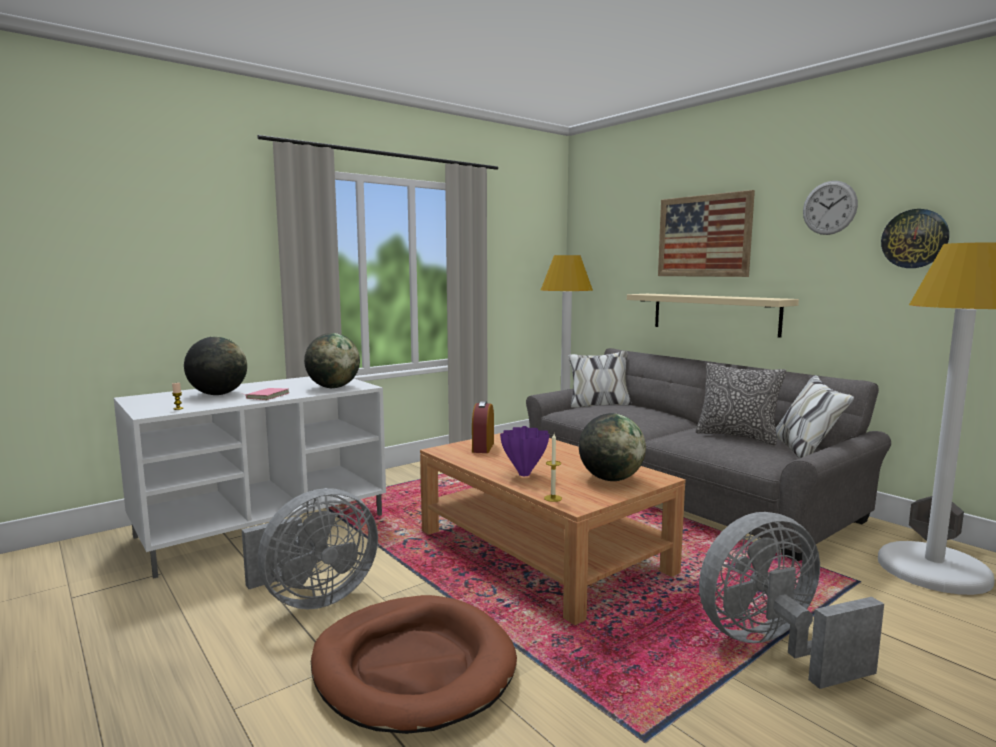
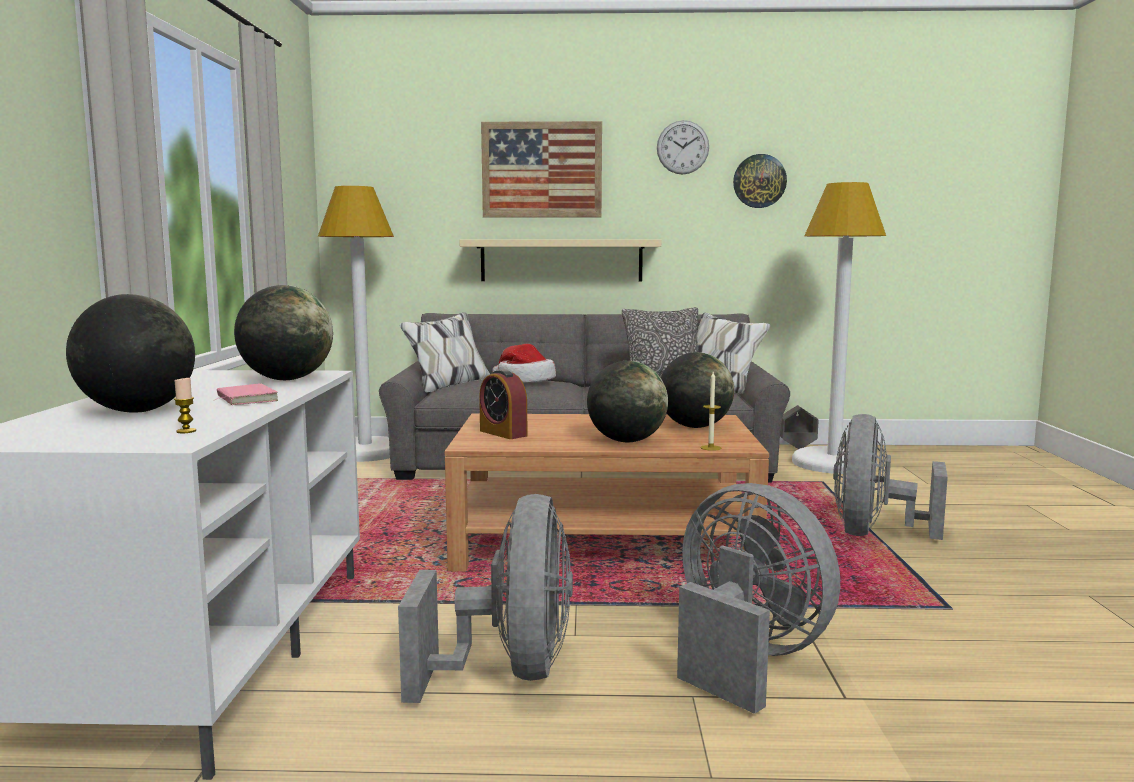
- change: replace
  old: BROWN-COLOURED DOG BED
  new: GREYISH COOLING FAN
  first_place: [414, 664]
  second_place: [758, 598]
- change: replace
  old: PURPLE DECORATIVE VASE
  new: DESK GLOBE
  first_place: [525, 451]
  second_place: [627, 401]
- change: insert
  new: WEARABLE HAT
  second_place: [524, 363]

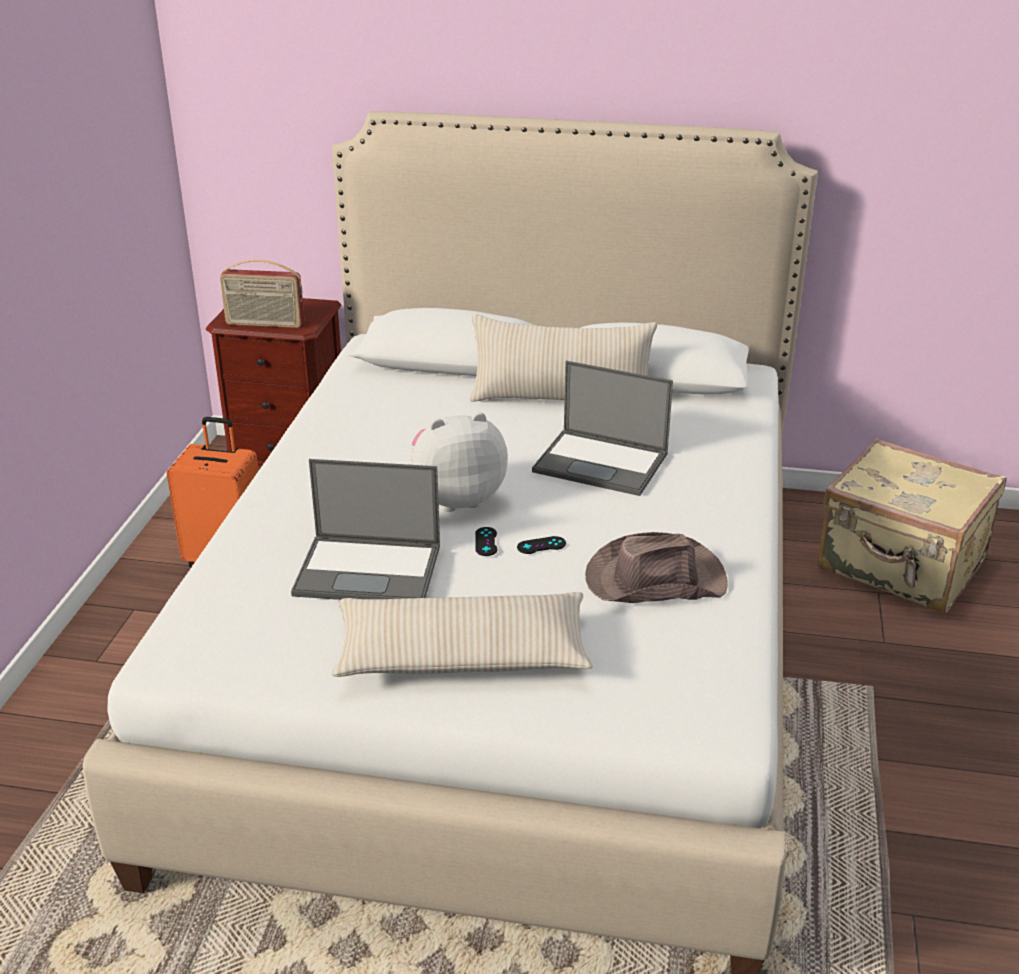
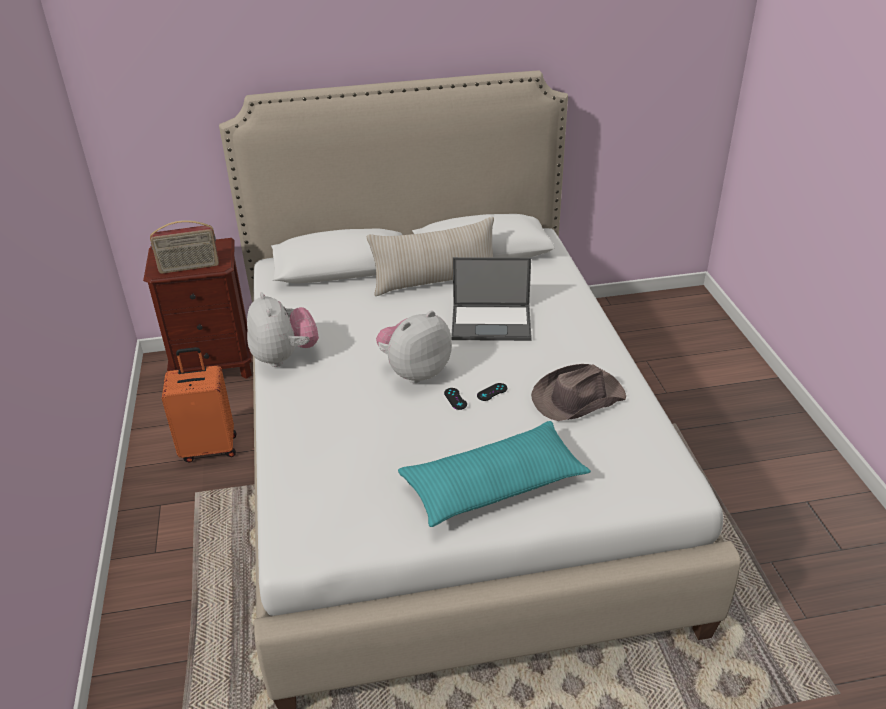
- change: delete
  old: NOTEBOOK COMPUTER
  first_place: [365, 529]
- change: recolor
  old: SAND-COLOURED CUSHION
  new: BLUE-GREEN CUSHION
  first_place: [462, 634]
  second_place: [494, 474]
- change: delete
  old: SAND-COLOURED TRAVEL CASE
  first_place: [911, 525]
- change: insert
  new: CUDDLY TOY
  second_place: [283, 329]

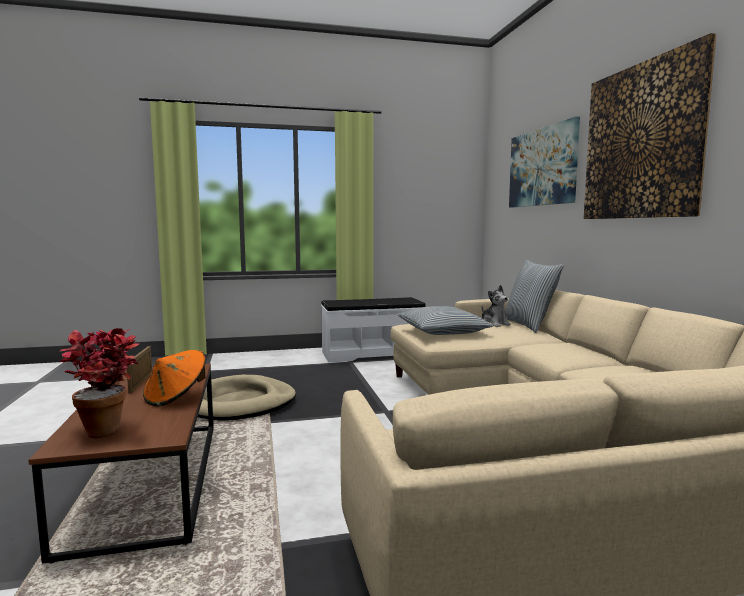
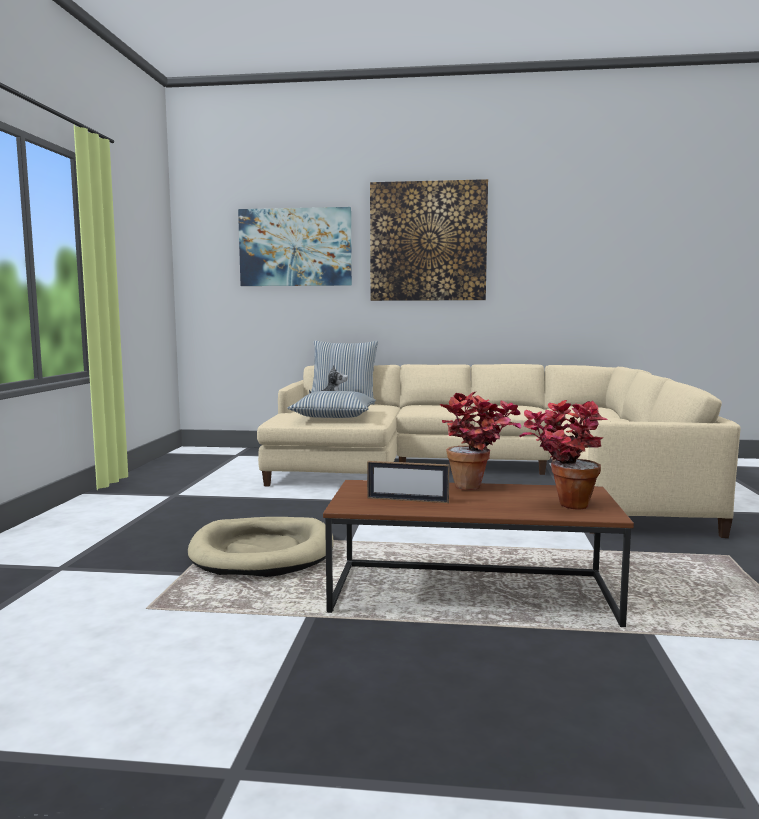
- change: replace
  old: ORANGE-COLOURED WEARABLE HAT
  new: POTTED PLANT
  first_place: [174, 378]
  second_place: [480, 441]
- change: delete
  old: WHITISH BENCH
  first_place: [373, 330]

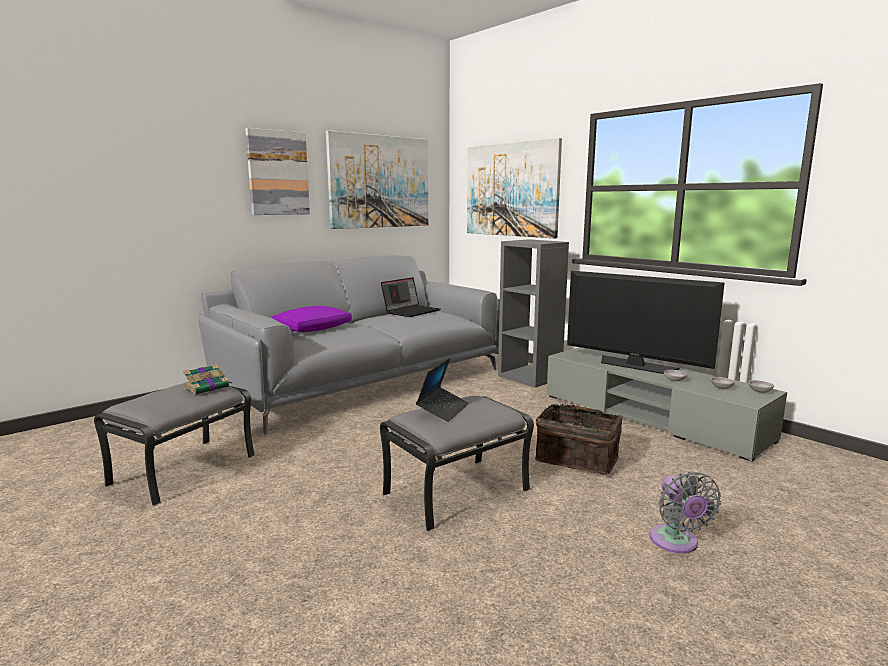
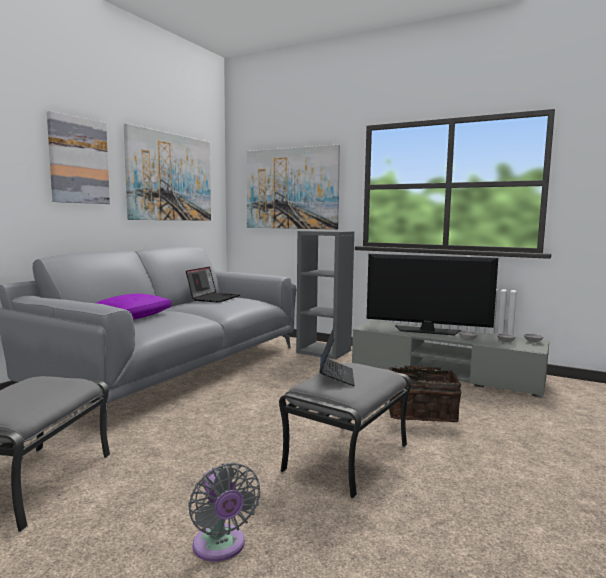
- change: delete
  old: BOUND BOOK
  first_place: [208, 379]
- change: move
  old: GREYISH COOLING FAN
  first_place: [685, 513]
  second_place: [224, 512]

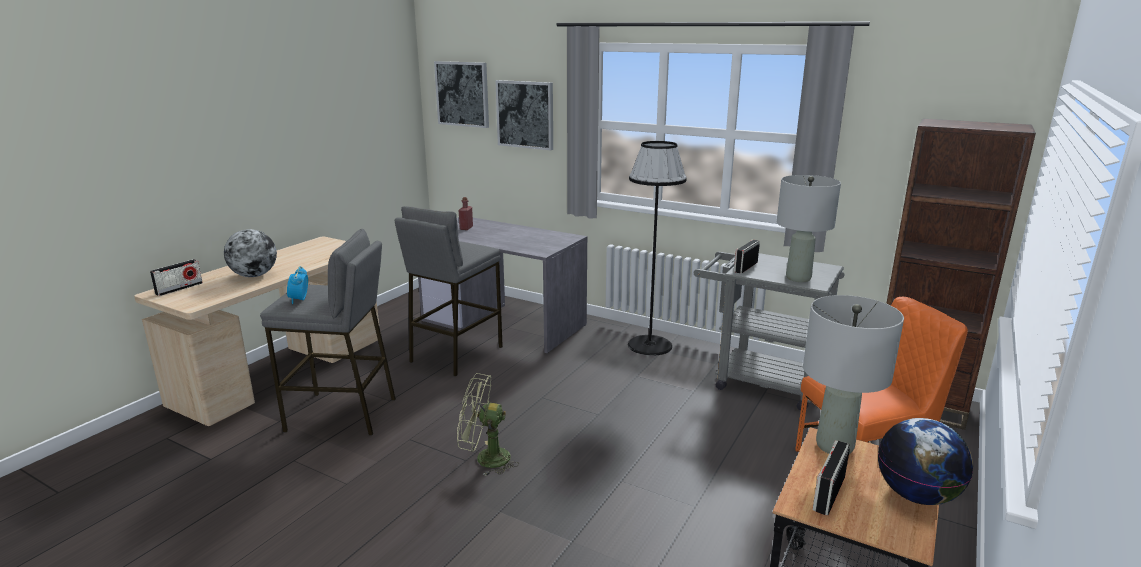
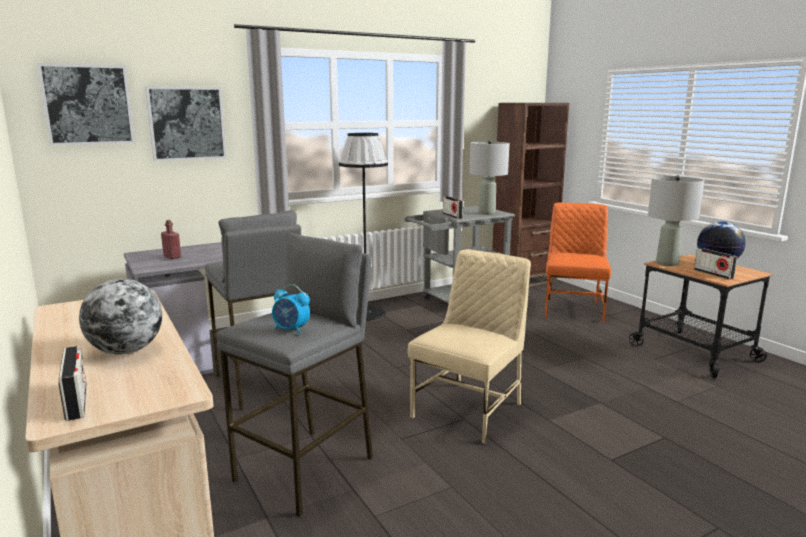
- change: replace
  old: GREEN-COLOURED COOLING FAN
  new: SAND-COLOURED UPRIGHT CHAIR
  first_place: [488, 424]
  second_place: [469, 346]

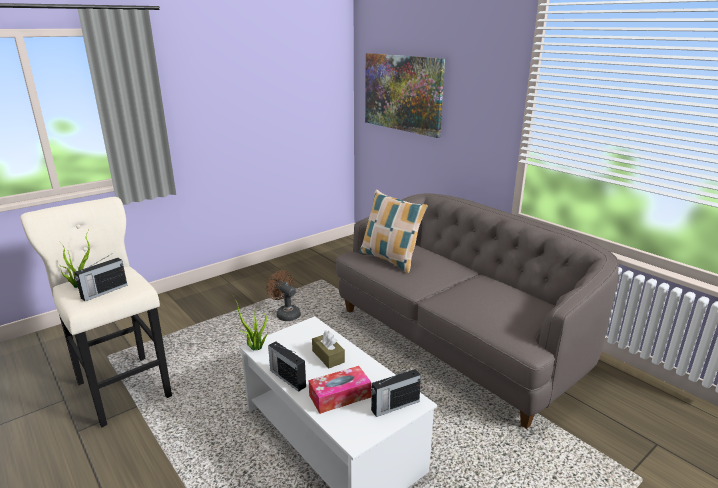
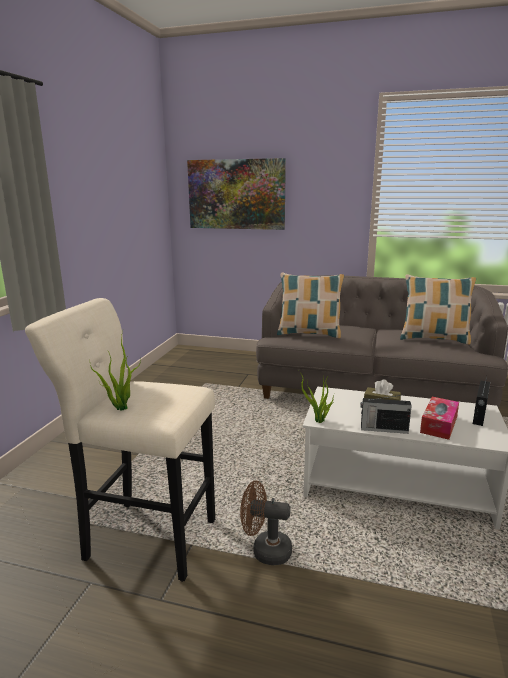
- change: delete
  old: RADIO RECEIVER
  first_place: [101, 277]
- change: move
  old: BROWN-COLOURED COOLING FAN
  first_place: [283, 295]
  second_place: [266, 523]
- change: insert
  new: CUSHION
  second_place: [438, 309]

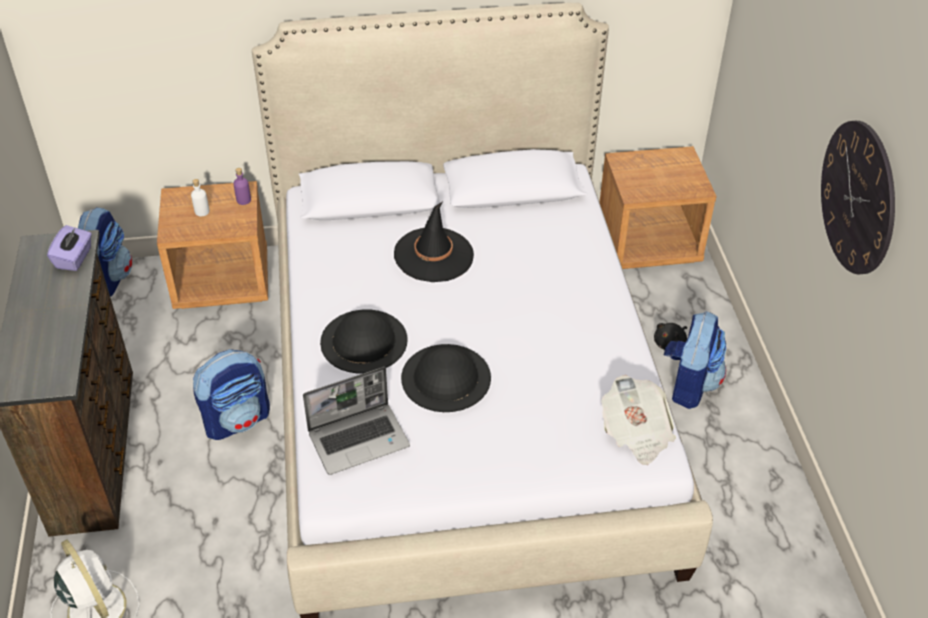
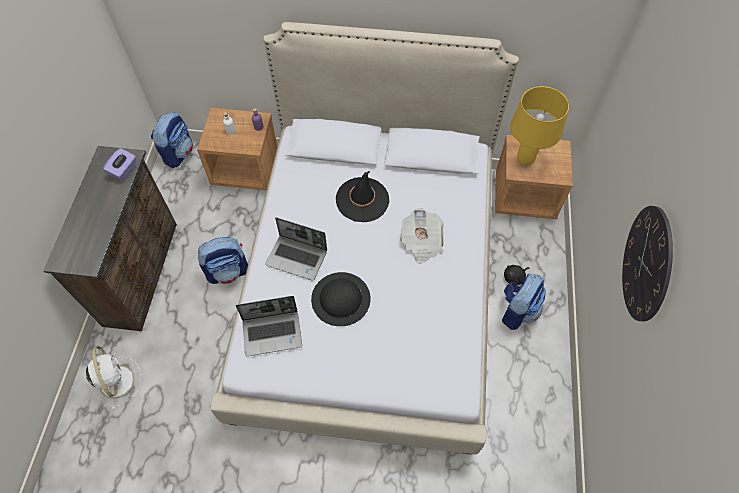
- change: replace
  old: BLACKISH WEARABLE HAT
  new: NOTEBOOK COMPUTER
  first_place: [363, 341]
  second_place: [296, 249]
- change: move
  old: NEWSPAPER
  first_place: [638, 420]
  second_place: [422, 236]
- change: insert
  new: YELLOWISH TABLE LAMP
  second_place: [539, 126]

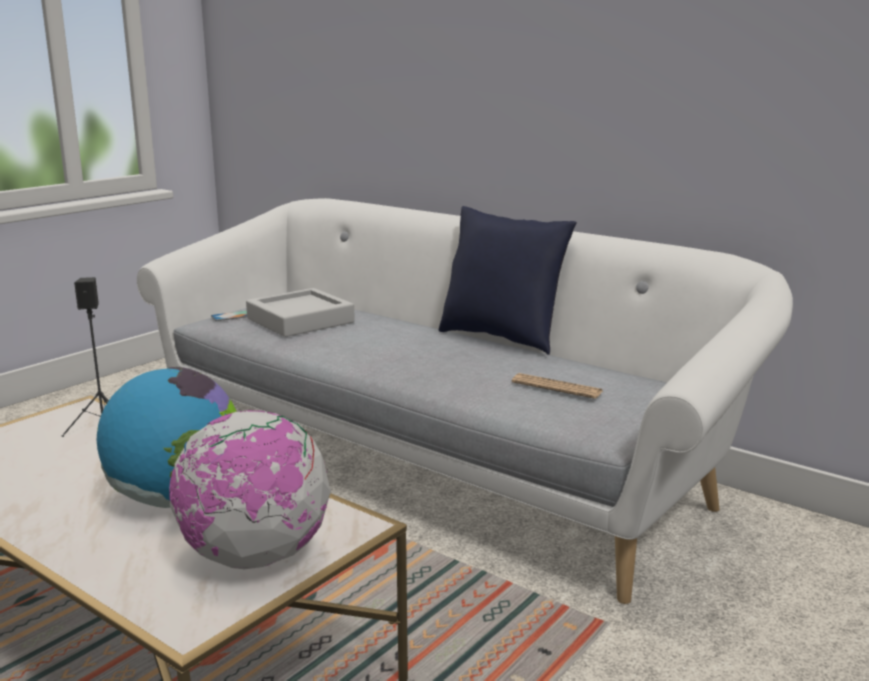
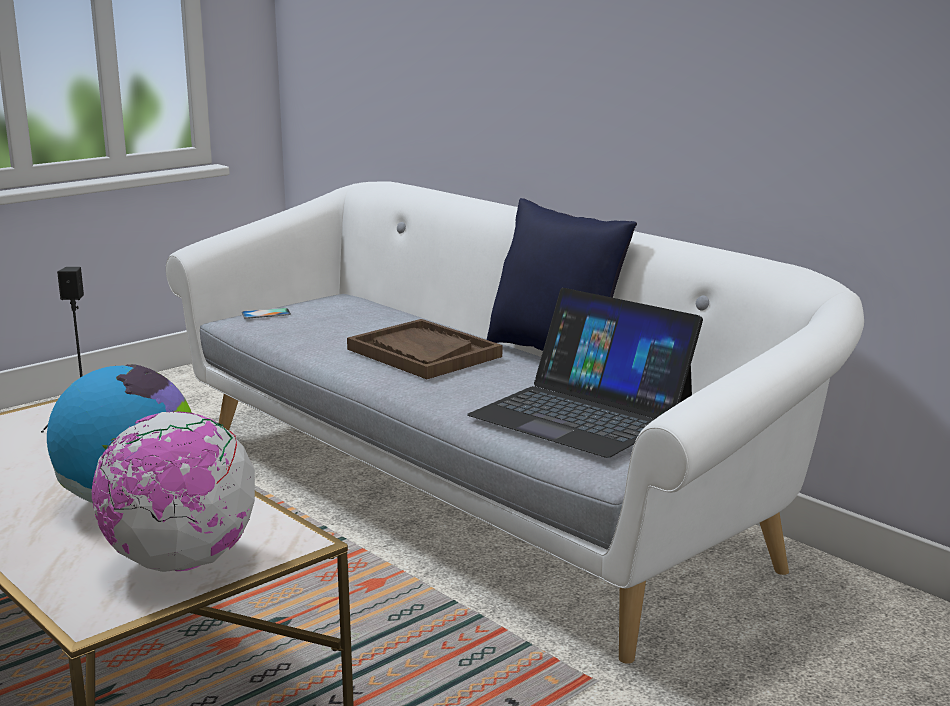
- change: delete
  old: GREYISH TRAY
  first_place: [300, 312]
- change: replace
  old: NEWSPAPER
  new: NOTEBOOK COMPUTER
  first_place: [557, 386]
  second_place: [585, 373]
- change: insert
  new: BROWN-COLOURED TRAY
  second_place: [424, 349]

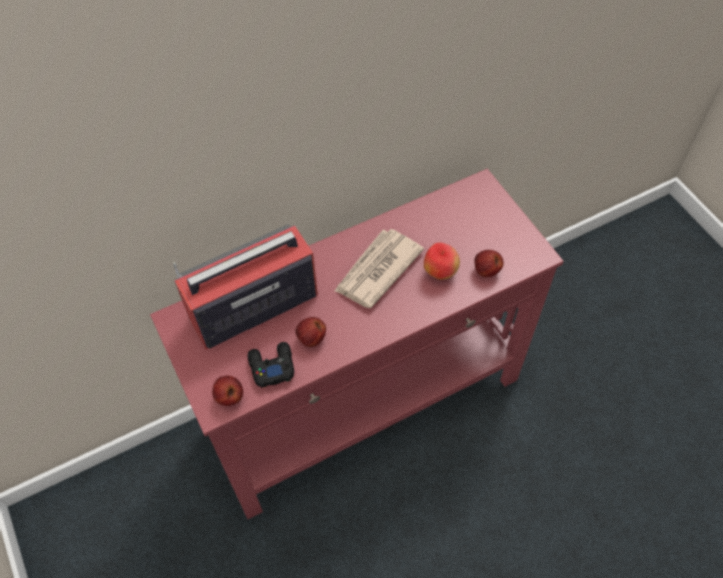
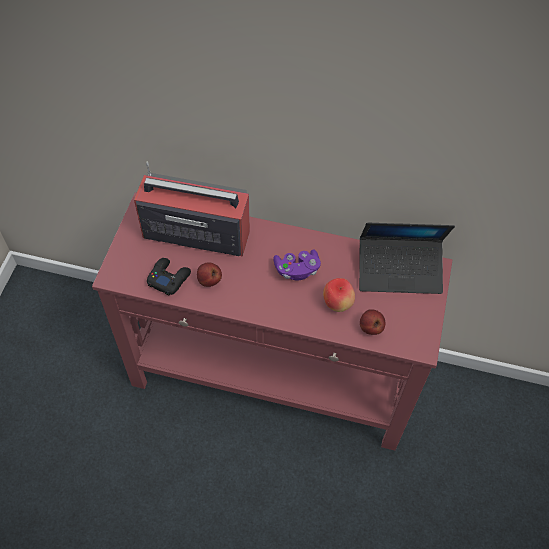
- change: delete
  old: APPLE FRUIT
  first_place: [227, 391]
- change: replace
  old: NEWSPAPER
  new: PURPLE JOYPAD
  first_place: [379, 268]
  second_place: [297, 265]
- change: insert
  new: NOTEBOOK COMPUTER
  second_place: [407, 258]

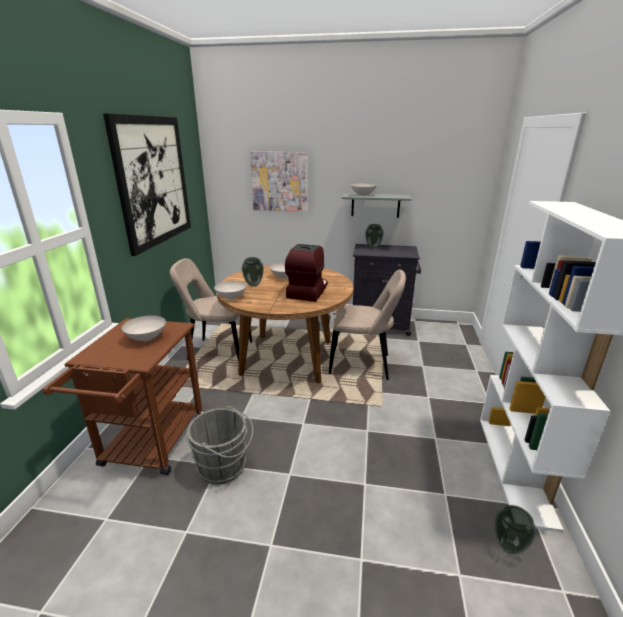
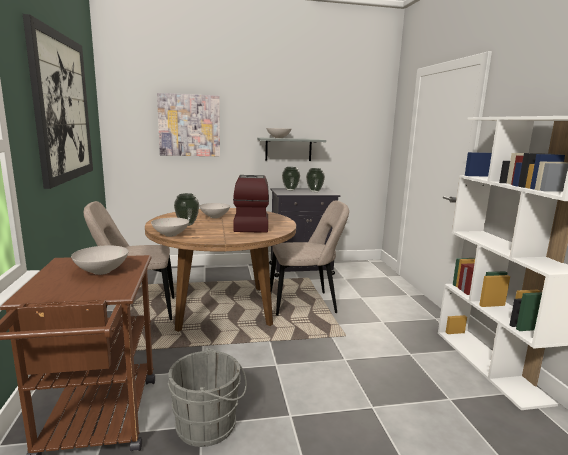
- change: move
  old: DECORATIVE VASE
  first_place: [515, 530]
  second_place: [315, 180]

